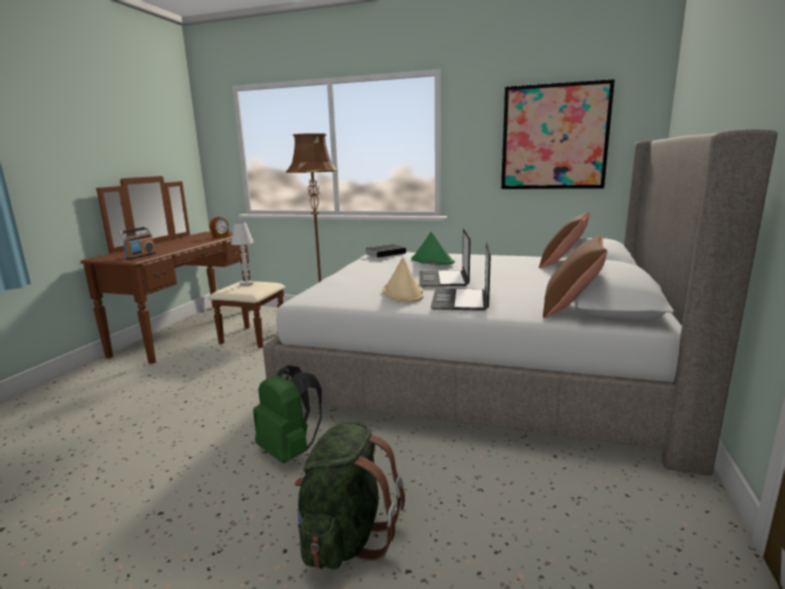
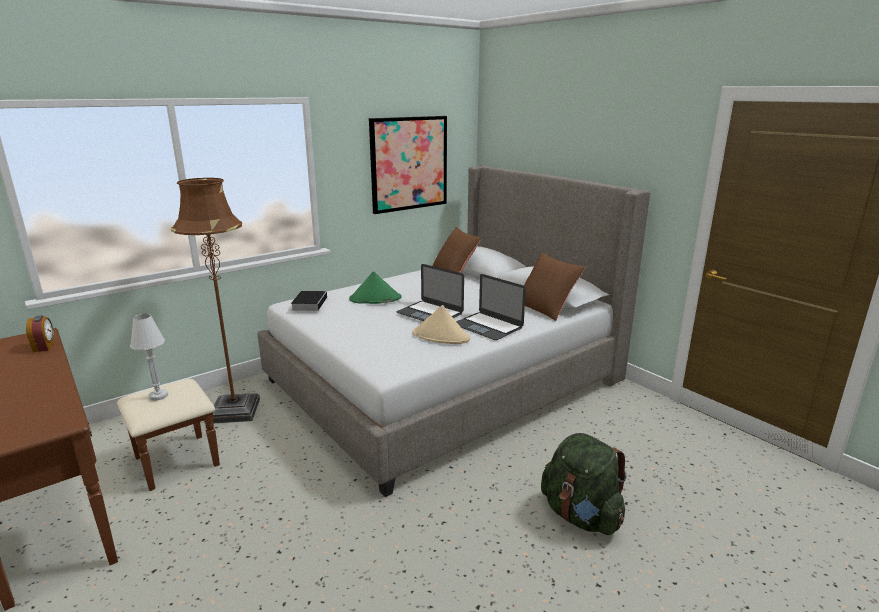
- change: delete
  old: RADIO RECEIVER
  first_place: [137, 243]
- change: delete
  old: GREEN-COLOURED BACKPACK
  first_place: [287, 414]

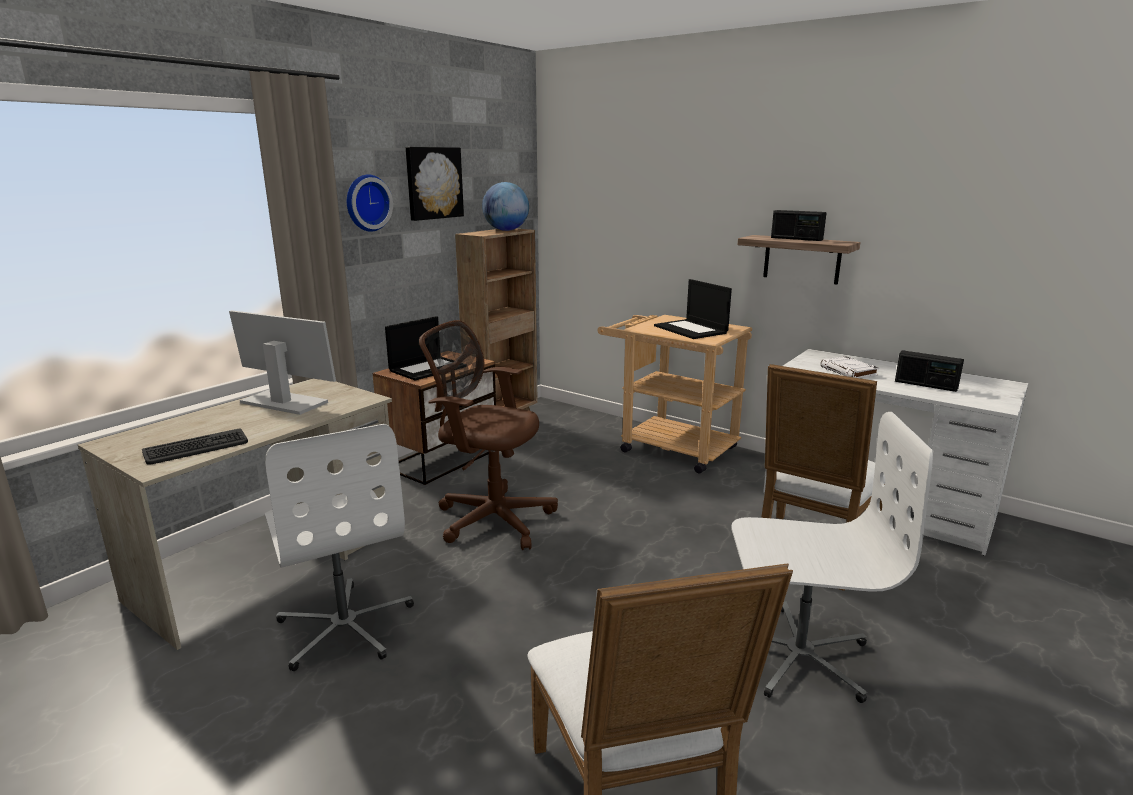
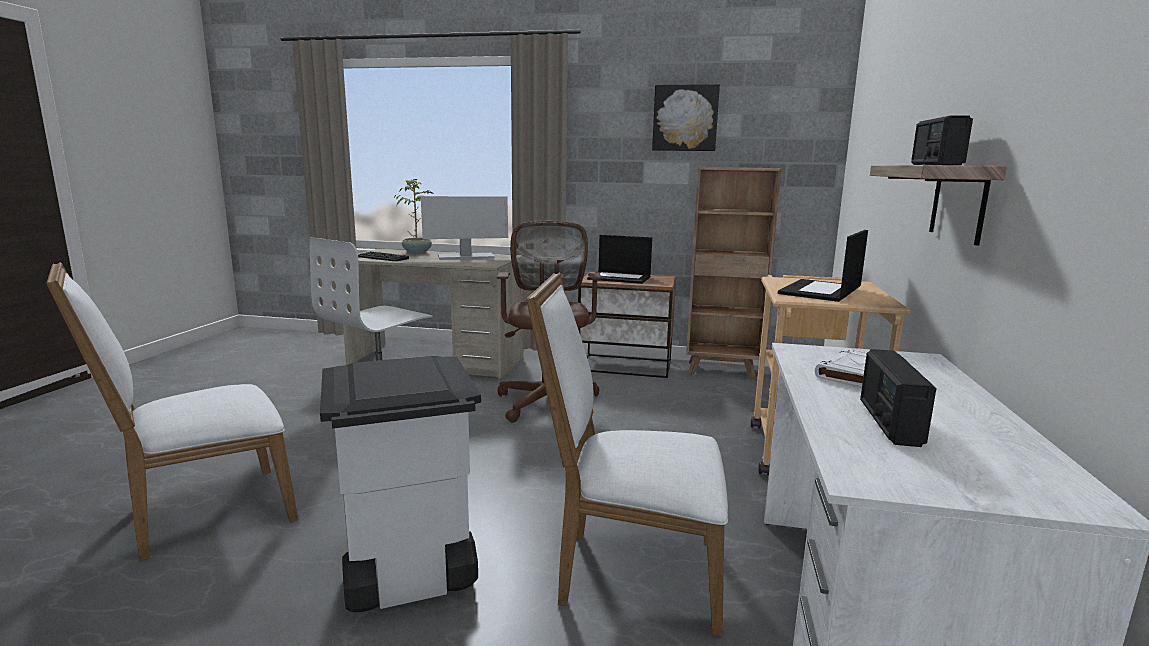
- change: rotate
  old: MONITOR
  first_place: [282, 362]
  second_place: [464, 228]
  degrees: 75
- change: delete
  old: WALL CLOCK
  first_place: [370, 203]
- change: delete
  old: DESK GLOBE
  first_place: [505, 206]
- change: replace
  old: WHITISH OFFICE CHAIR
  new: WHITISH WASTE BIN
  first_place: [832, 557]
  second_place: [400, 484]
- change: insert
  new: POTTED PLANT
  second_place: [414, 216]

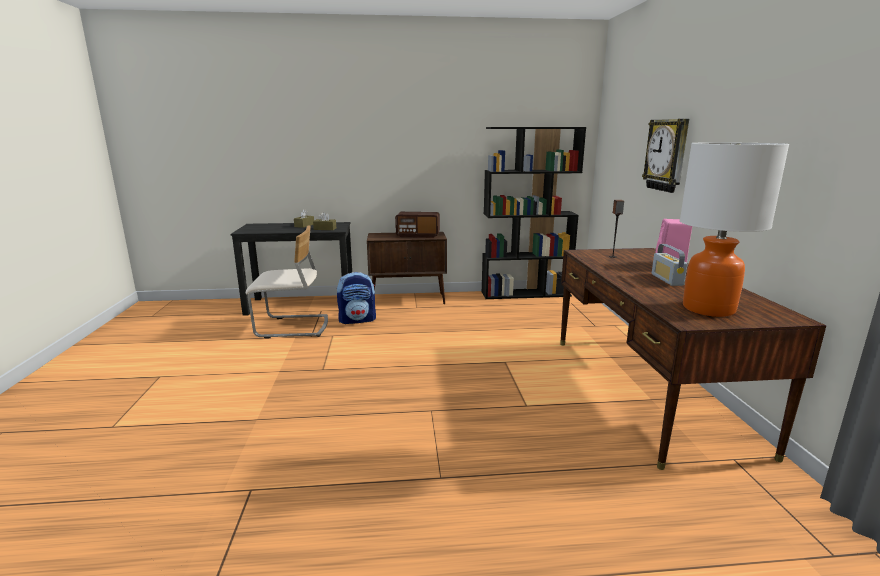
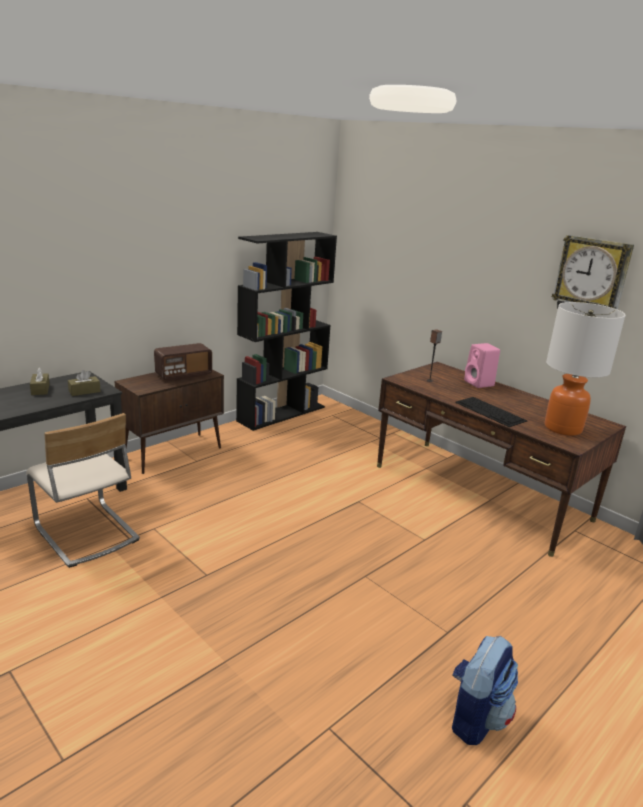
- change: rotate
  old: SAND-COLOURED UPRIGHT CHAIR
  first_place: [287, 282]
  second_place: [83, 490]
  degrees: 90
- change: move
  old: BACKPACK
  first_place: [356, 298]
  second_place: [485, 690]
- change: move
  old: WALL CLOCK
  first_place: [665, 156]
  second_place: [593, 272]
- change: delete
  old: RADIO RECEIVER
  first_place: [670, 265]
- change: insert
  new: COMPUTER KEYBOARD
  second_place: [491, 412]

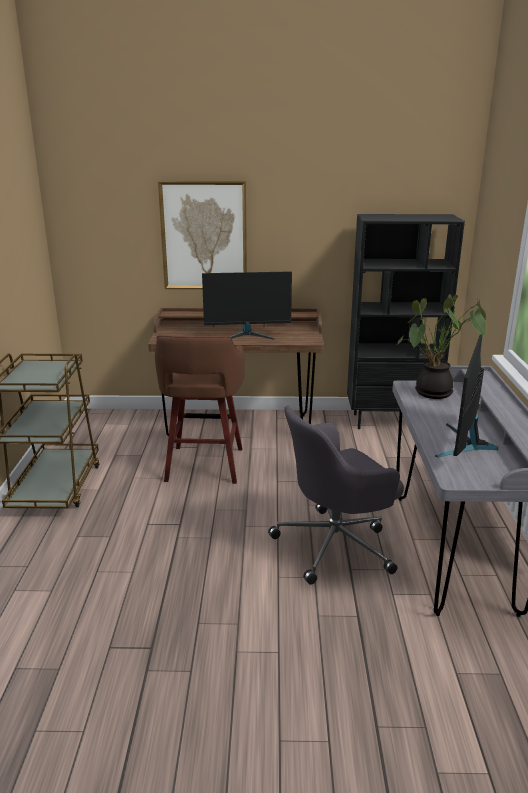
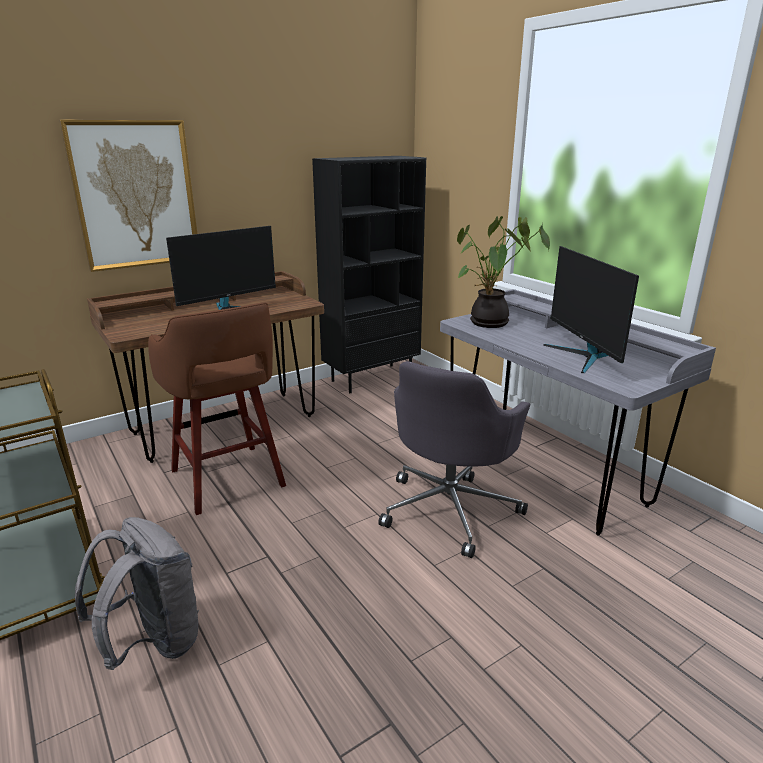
- change: insert
  new: GREYISH BACKPACK
  second_place: [137, 593]

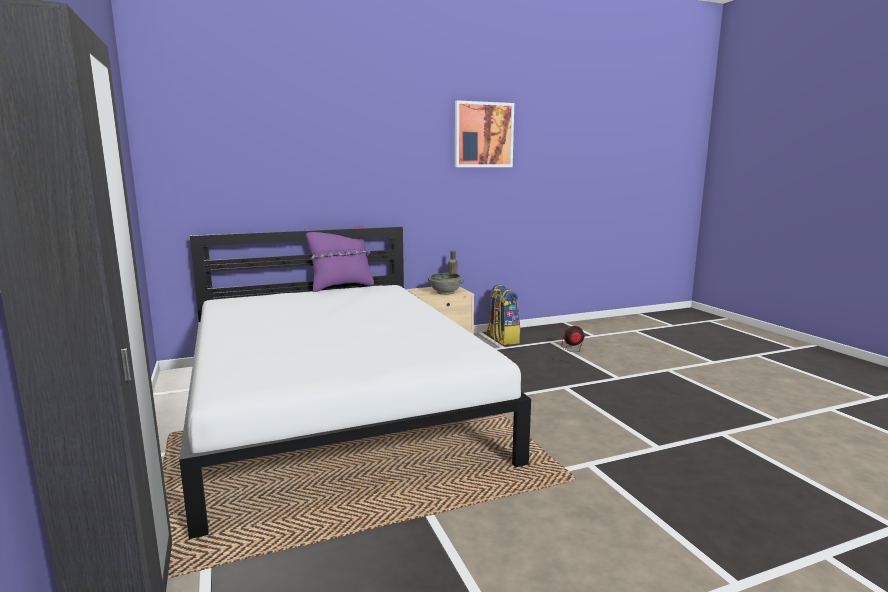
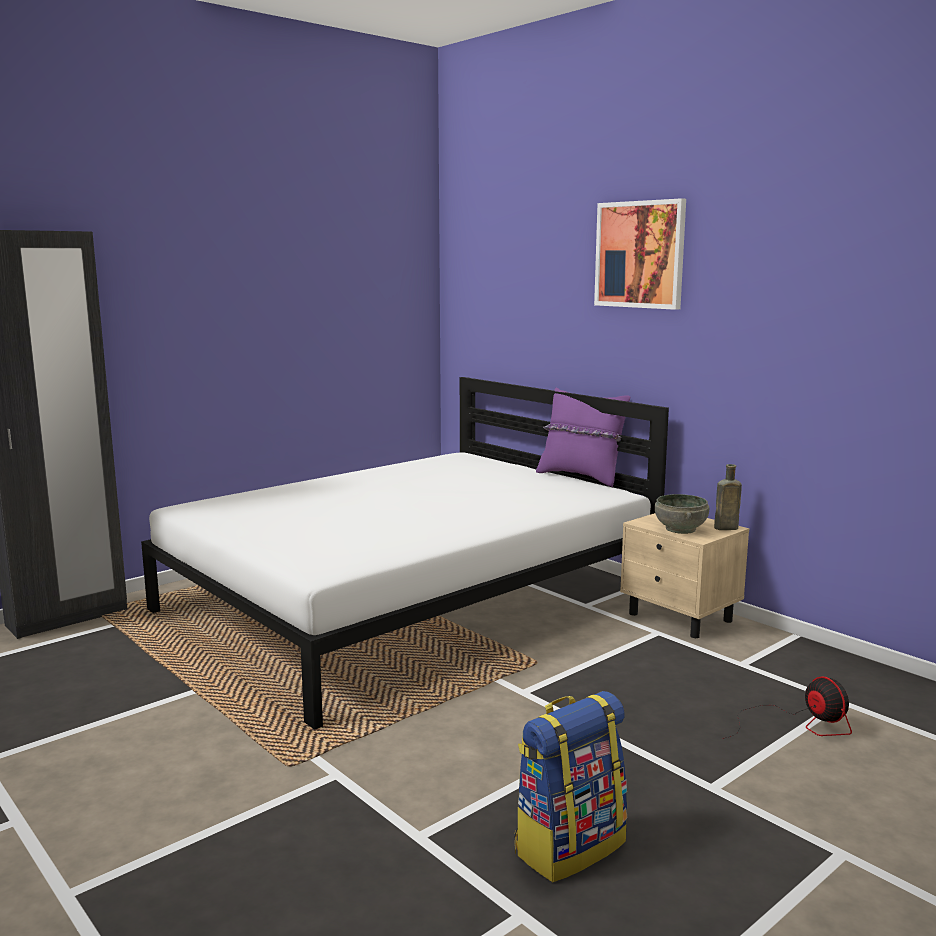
- change: move
  old: PICTURE
  first_place: [484, 133]
  second_place: [640, 254]
- change: move
  old: BACKPACK
  first_place: [503, 314]
  second_place: [570, 786]

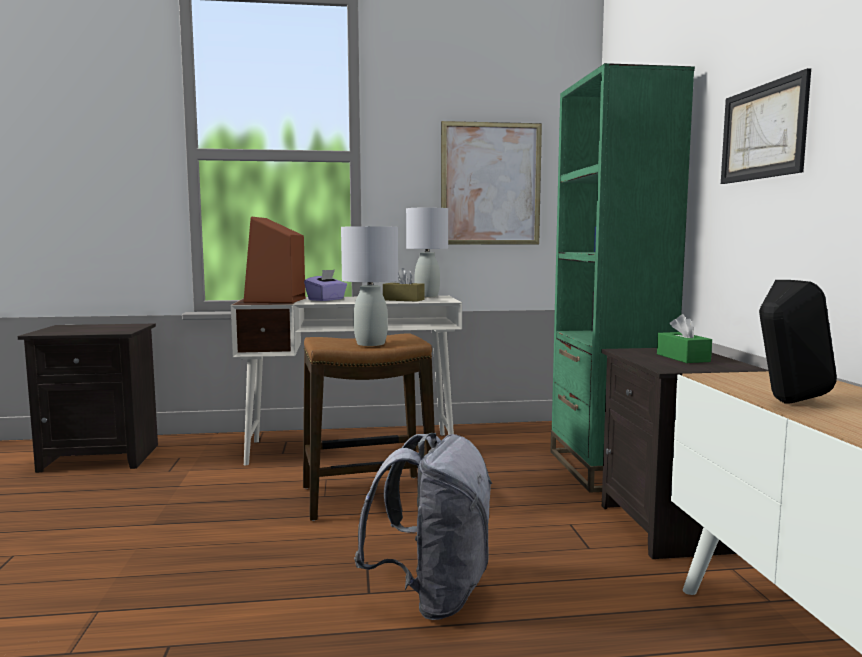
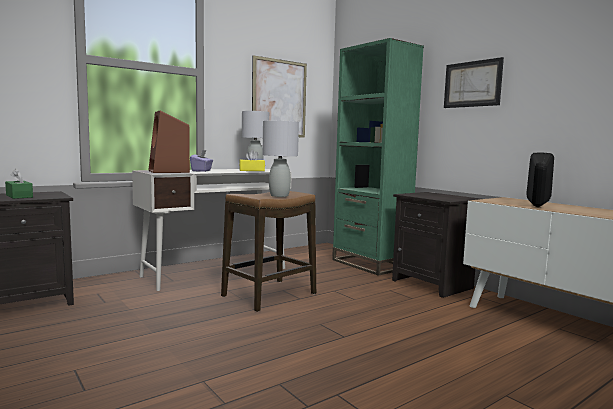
- change: delete
  old: GREYISH BACKPACK
  first_place: [423, 526]
- change: recolor
  old: BROWN-COLOURED TISSUE HOLDER
  new: YELLOWISH TISSUE HOLDER
  first_place: [404, 285]
  second_place: [252, 160]
- change: move
  old: GREEN-COLOURED TISSUE HOLDER
  first_place: [684, 338]
  second_place: [19, 184]

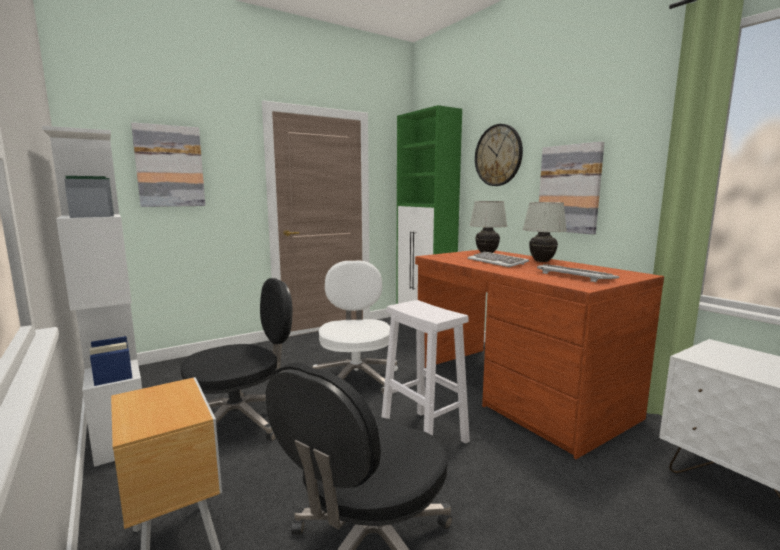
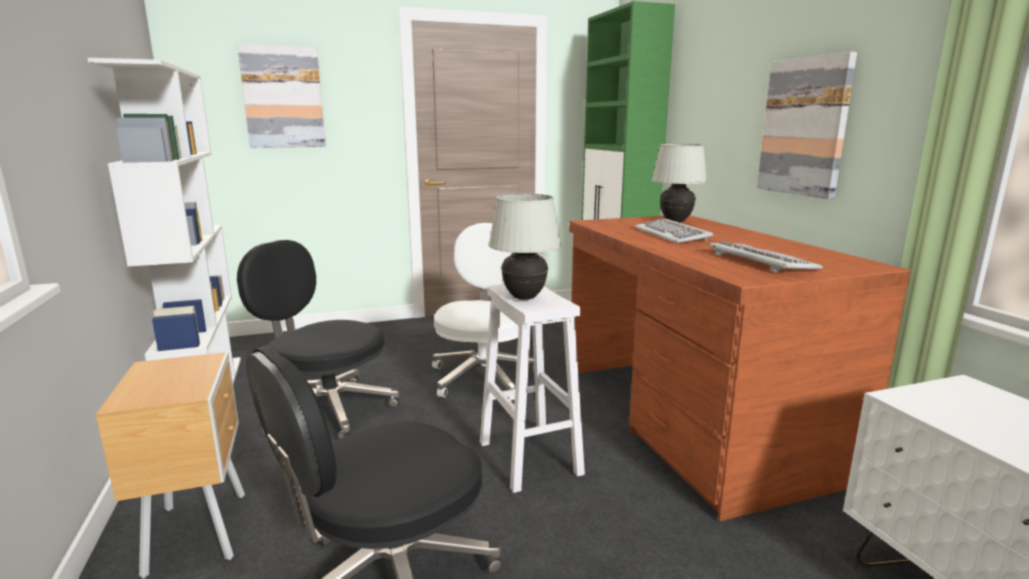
- change: rotate
  old: BLACKISH OFFICE CHAIR
  first_place: [237, 359]
  second_place: [318, 339]
  degrees: -135
- change: delete
  old: WALL CLOCK
  first_place: [499, 155]
- change: move
  old: WHITISH TABLE LAMP
  first_place: [545, 232]
  second_place: [525, 247]

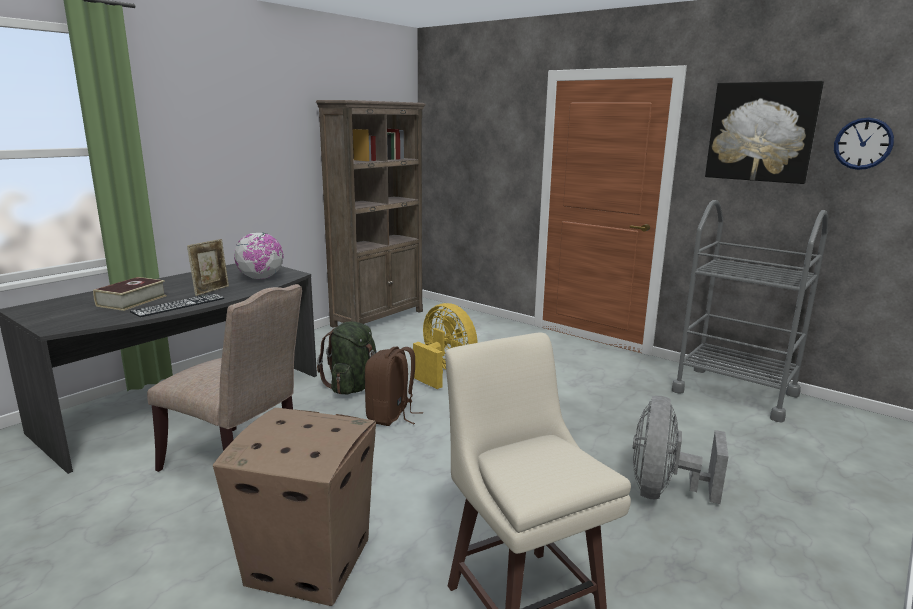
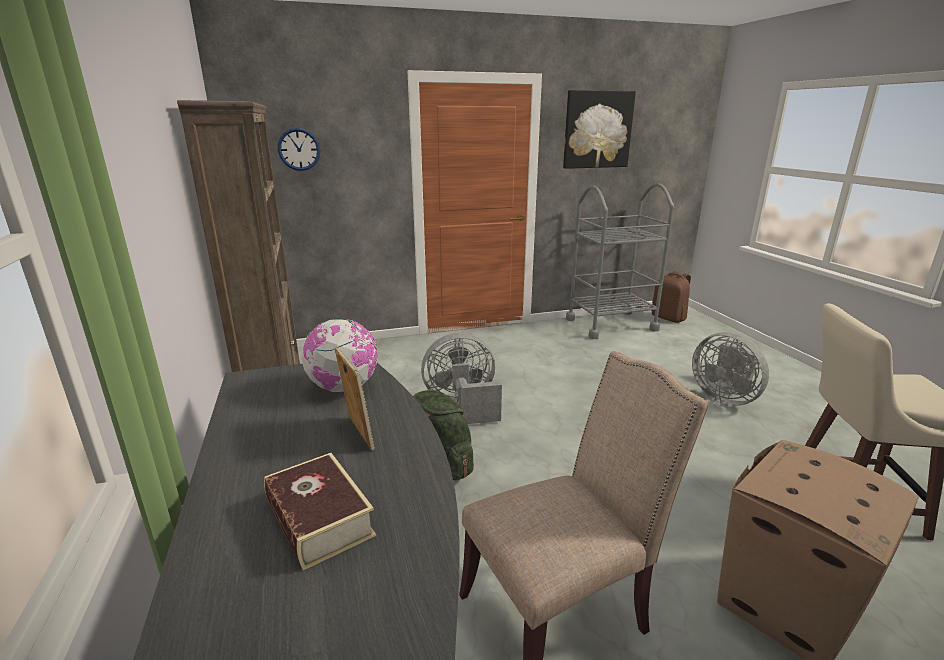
- change: delete
  old: COMPUTER KEYBOARD
  first_place: [177, 305]
- change: move
  old: BROWN-COLOURED BACKPACK
  first_place: [394, 386]
  second_place: [671, 297]
- change: recolor
  old: YELLOWISH COOLING FAN
  new: GREYISH COOLING FAN
  first_place: [445, 346]
  second_place: [461, 378]
- change: move
  old: WALL CLOCK
  first_place: [864, 144]
  second_place: [299, 149]

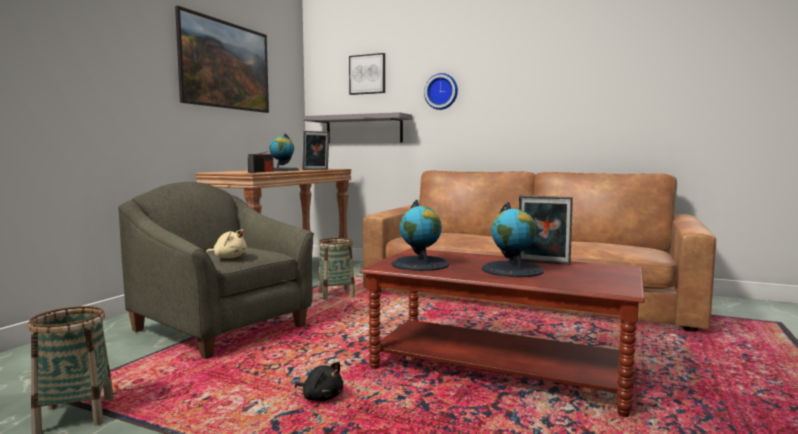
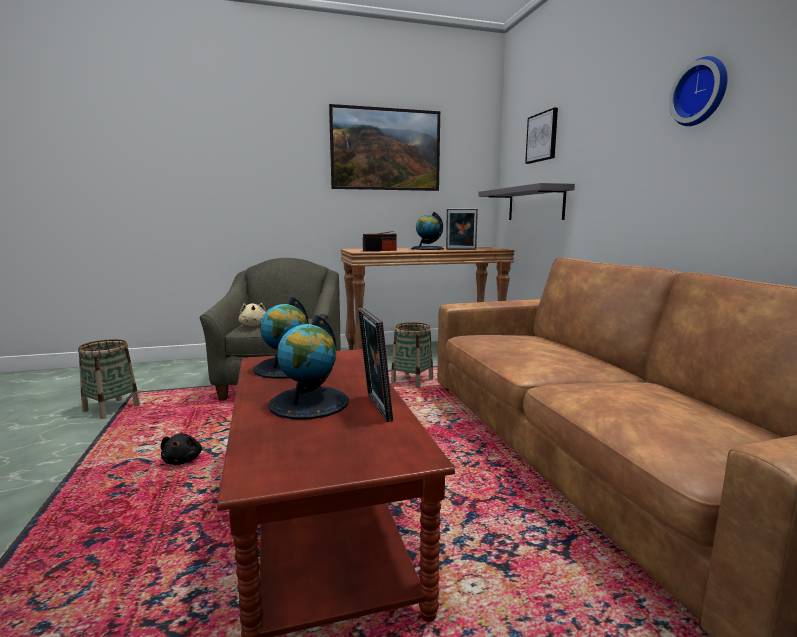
- change: move
  old: WALL CLOCK
  first_place: [441, 91]
  second_place: [698, 91]

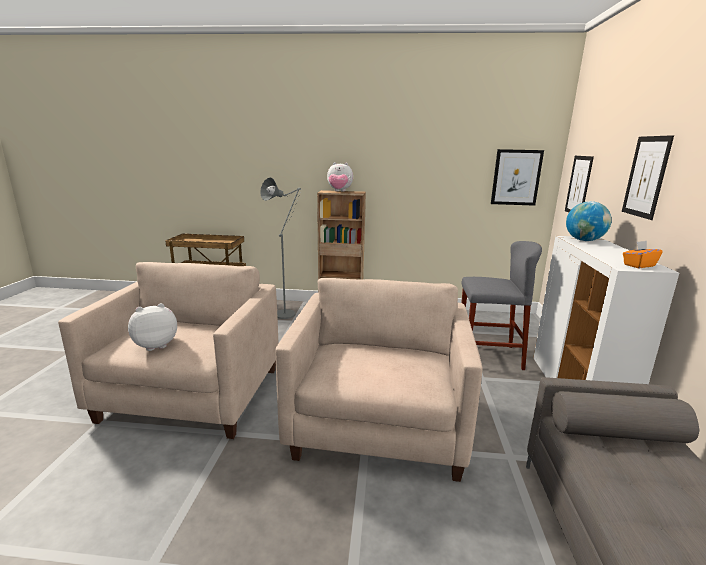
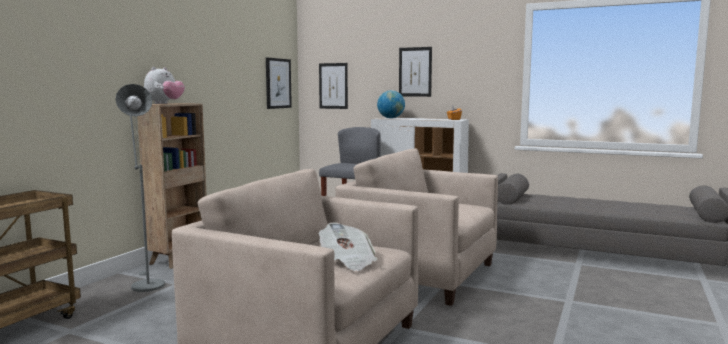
- change: replace
  old: CUDDLY TOY
  new: NEWSPAPER
  first_place: [152, 327]
  second_place: [348, 246]

